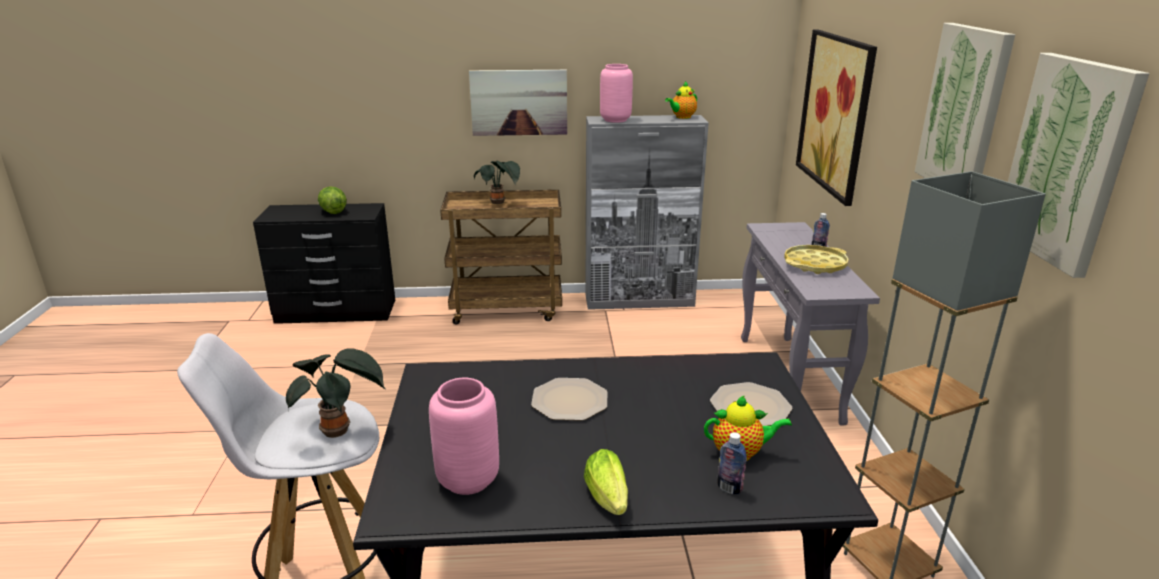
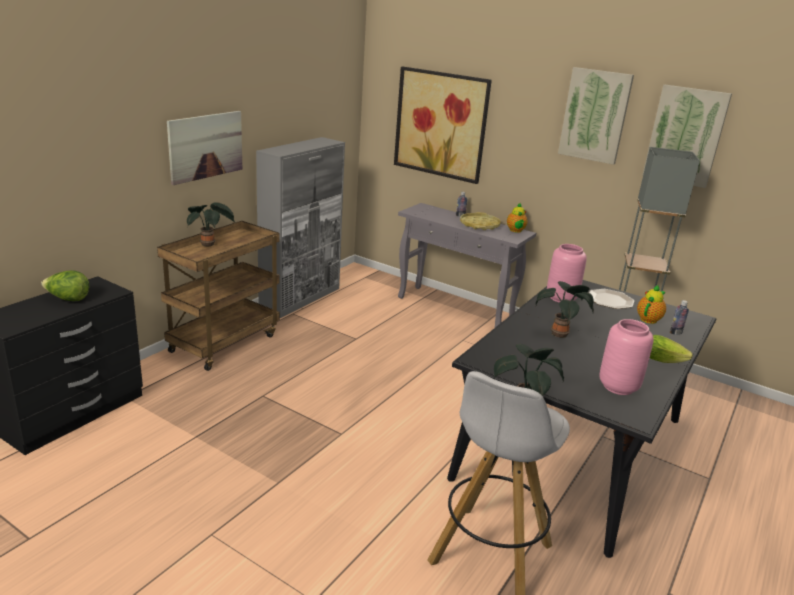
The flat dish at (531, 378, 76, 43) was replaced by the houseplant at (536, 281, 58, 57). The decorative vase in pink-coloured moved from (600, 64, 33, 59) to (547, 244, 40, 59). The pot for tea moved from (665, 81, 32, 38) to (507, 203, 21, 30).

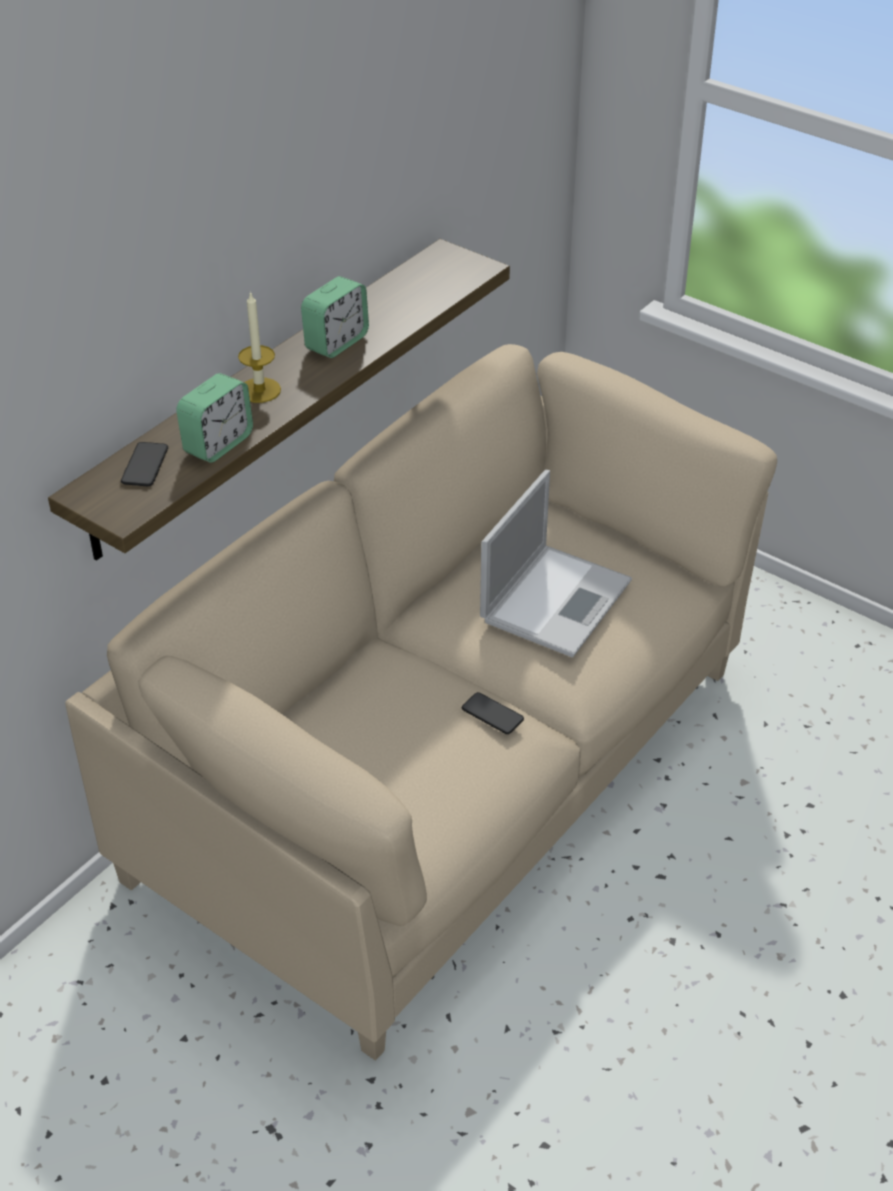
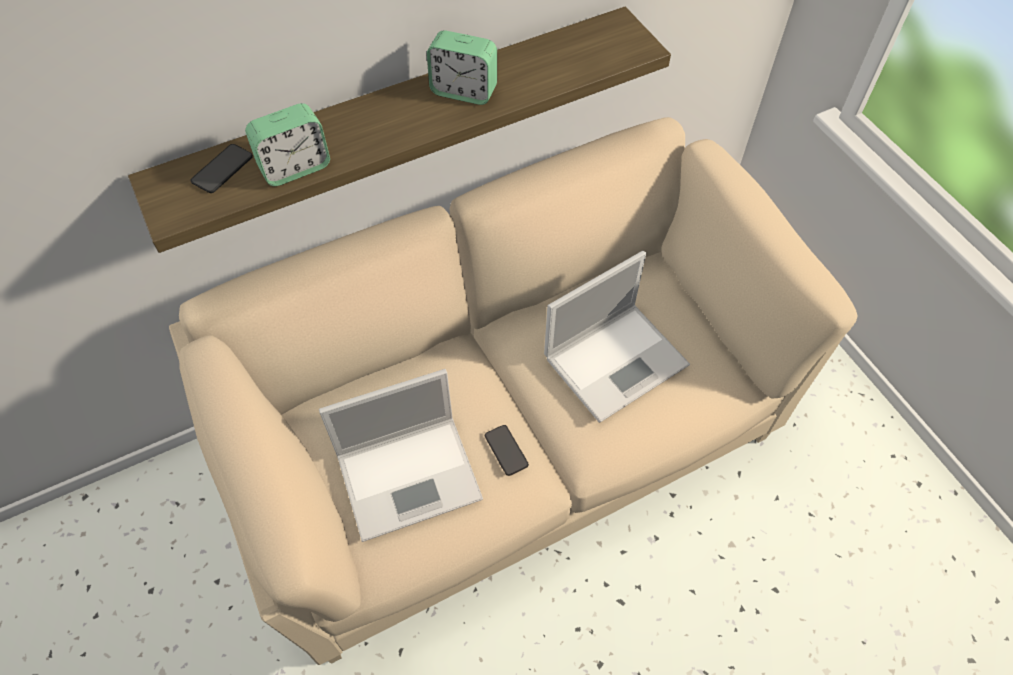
The candle at (238, 291, 43, 112) disappeared. The alarm clock at (301, 276, 68, 82) turned 45 degrees clockwise. The notebook computer at (319, 369, 164, 173) appeared.

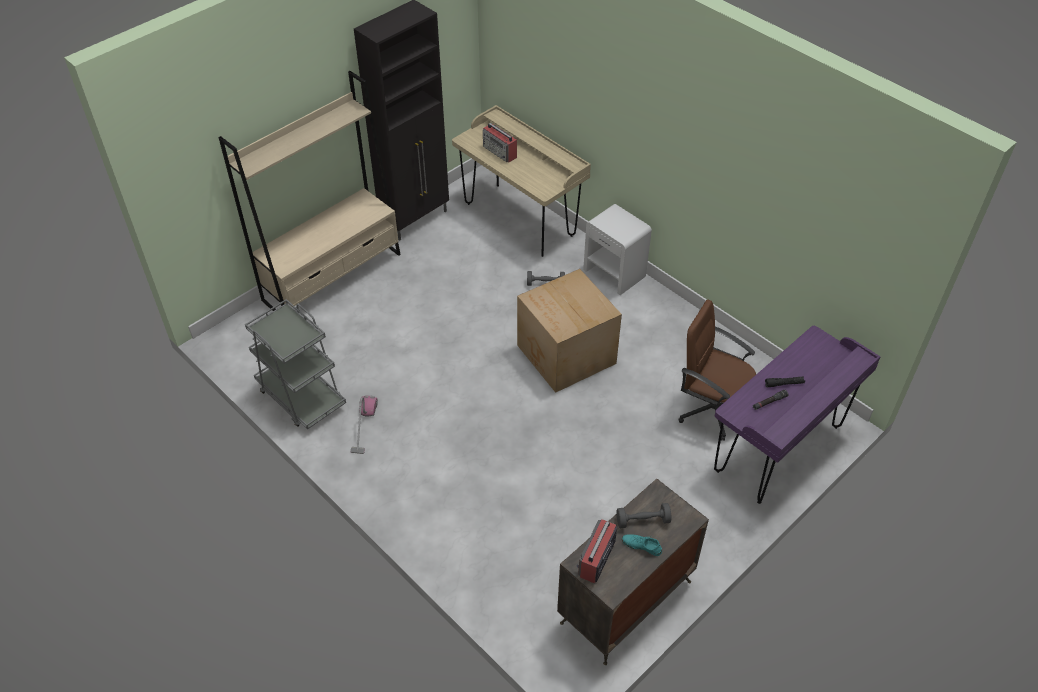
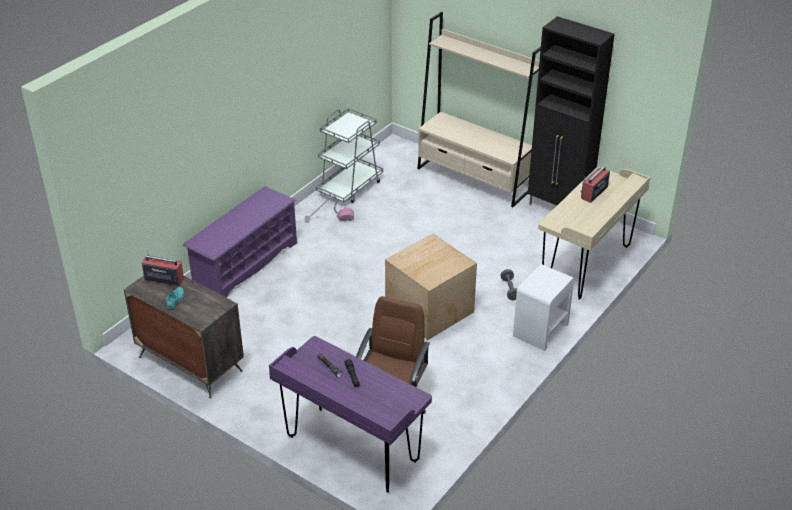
The hand weight in grey at (617, 503, 54, 25) disappeared. The shoe rack in purple-coloured at (183, 186, 114, 112) appeared.

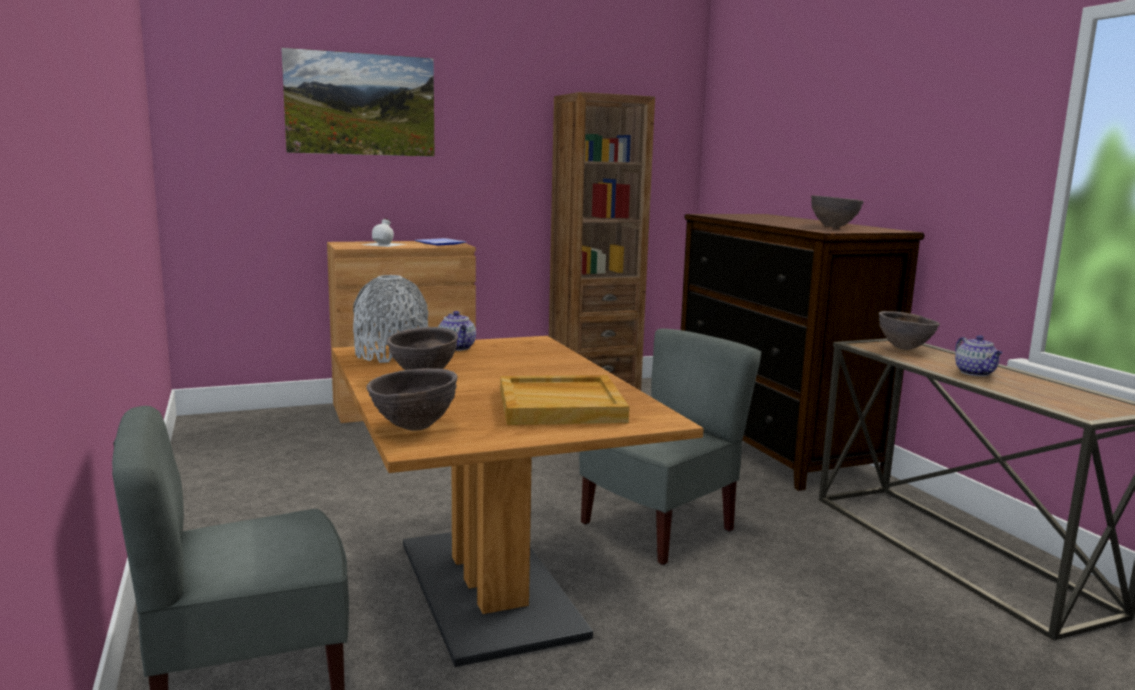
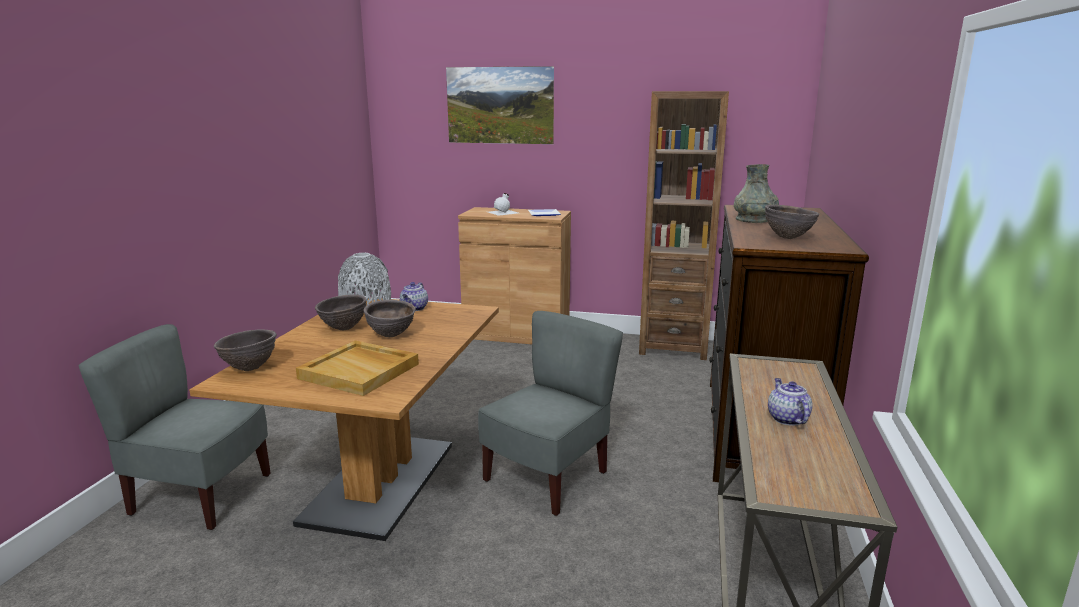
The plain chair in grey at (579, 329, 182, 236) turned 45 degrees counterclockwise. The deep dish in brownish moved from (879, 311, 61, 39) to (363, 300, 53, 37). The pot for tea at (955, 335, 48, 41) turned 150 degrees clockwise. The decorative vase in grey at (734, 164, 45, 59) appeared.

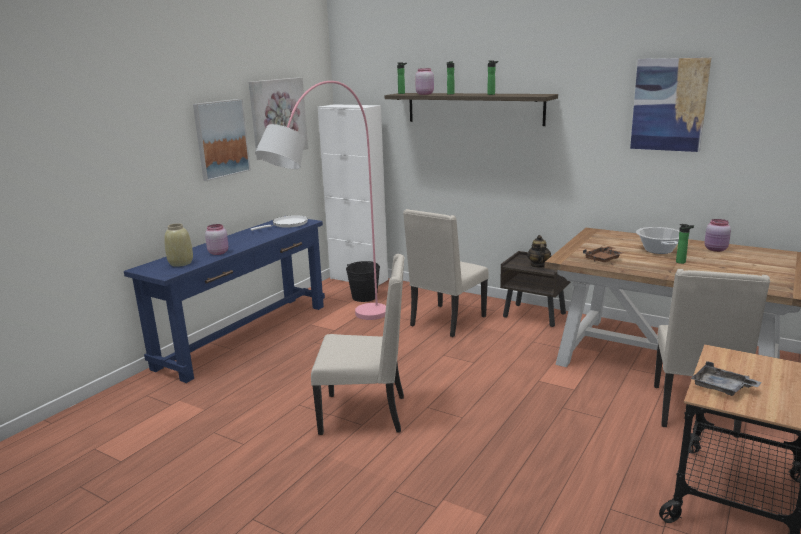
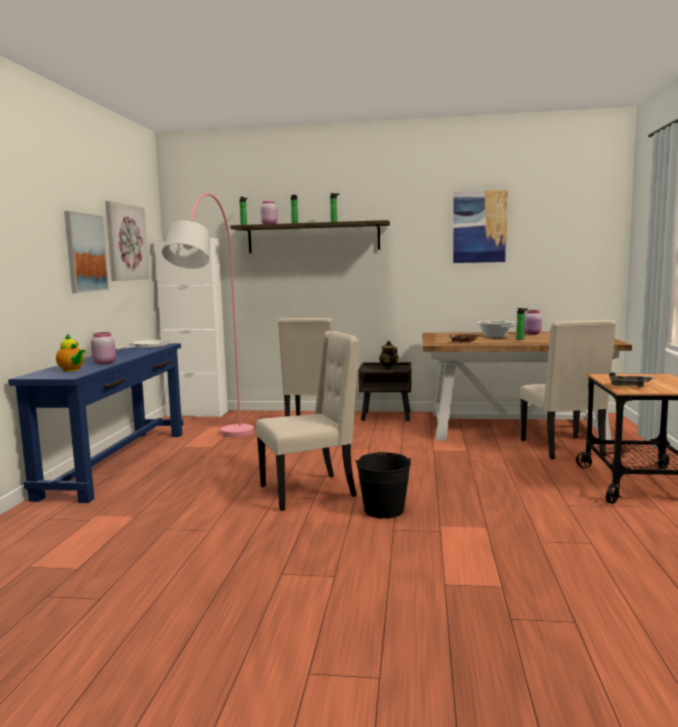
The decorative vase in beige at (164, 223, 29, 44) was replaced by the pot for tea at (56, 334, 30, 38). The water bucket in black moved from (346, 261, 34, 41) to (355, 452, 56, 66).

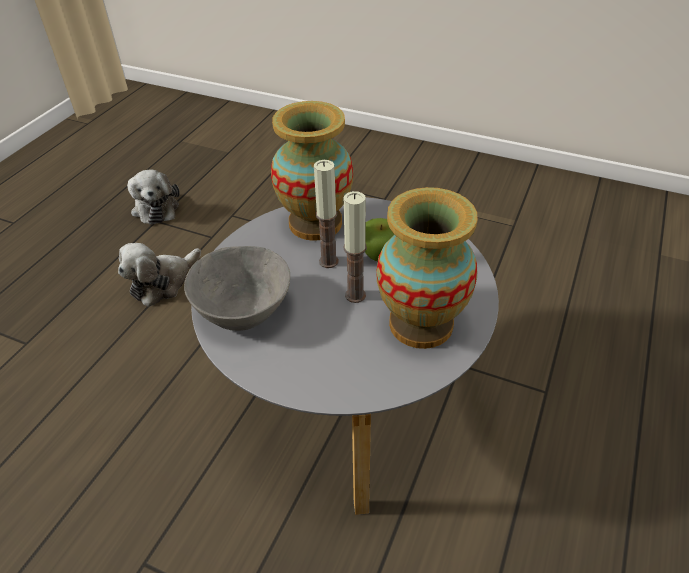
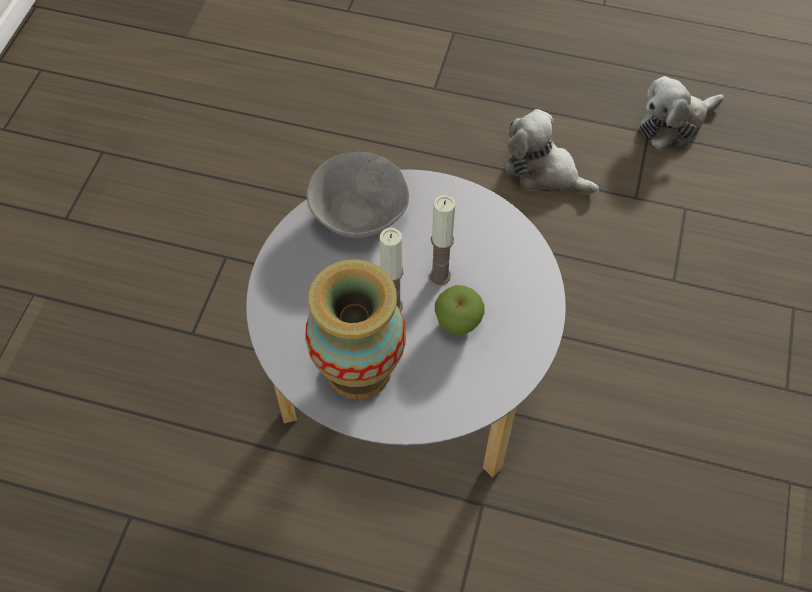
The decorative vase at (271, 101, 82, 140) disappeared.

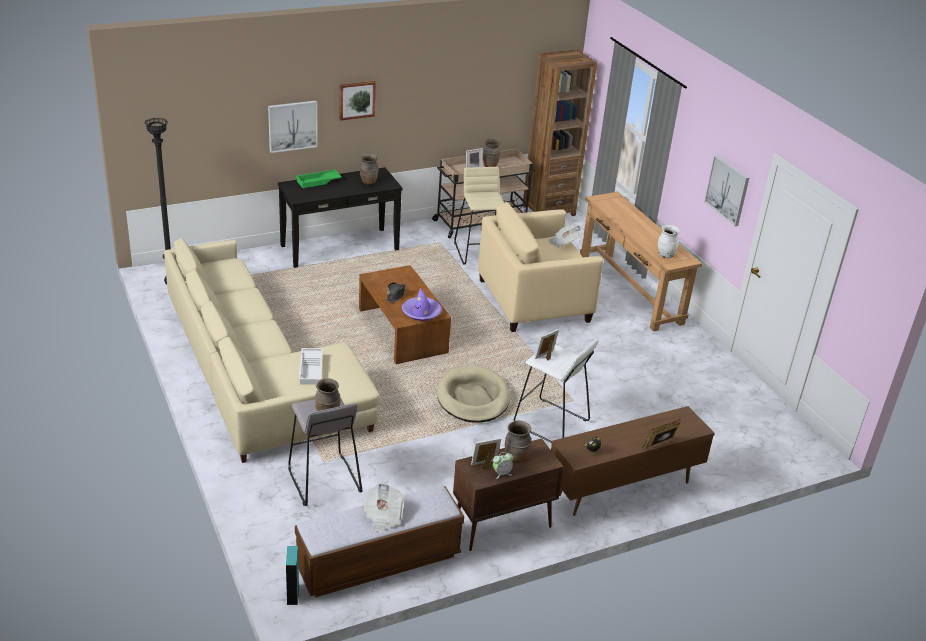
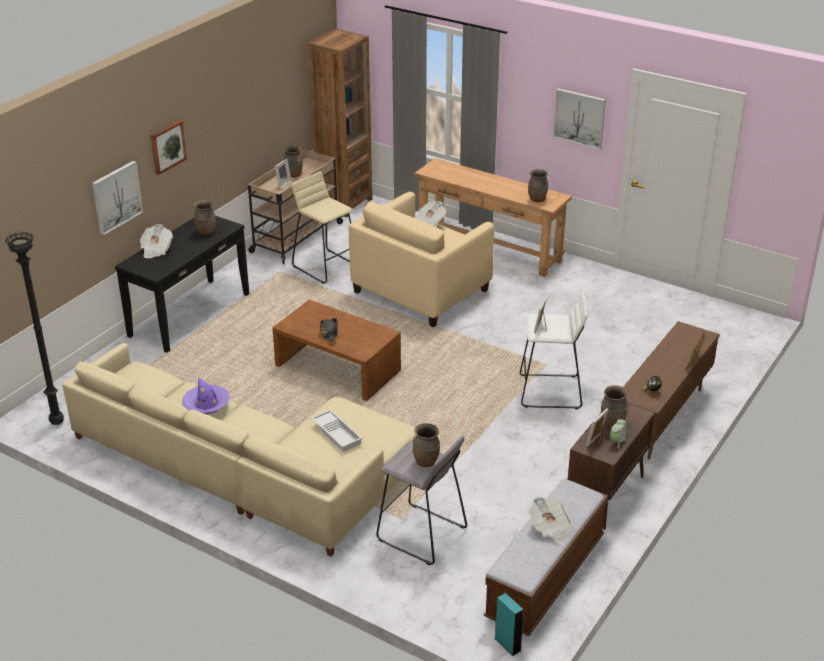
The serving tray in green-coloured at (296, 169, 46, 19) was replaced by the printed paper at (140, 224, 33, 34). The wearable hat in purple-coloured moved from (402, 288, 40, 33) to (182, 377, 48, 37). The dog bed in beige at (437, 366, 73, 57) disappeared. The decorative vase in whitish at (658, 225, 21, 33) became the decorative vase in brownish at (528, 169, 20, 33).

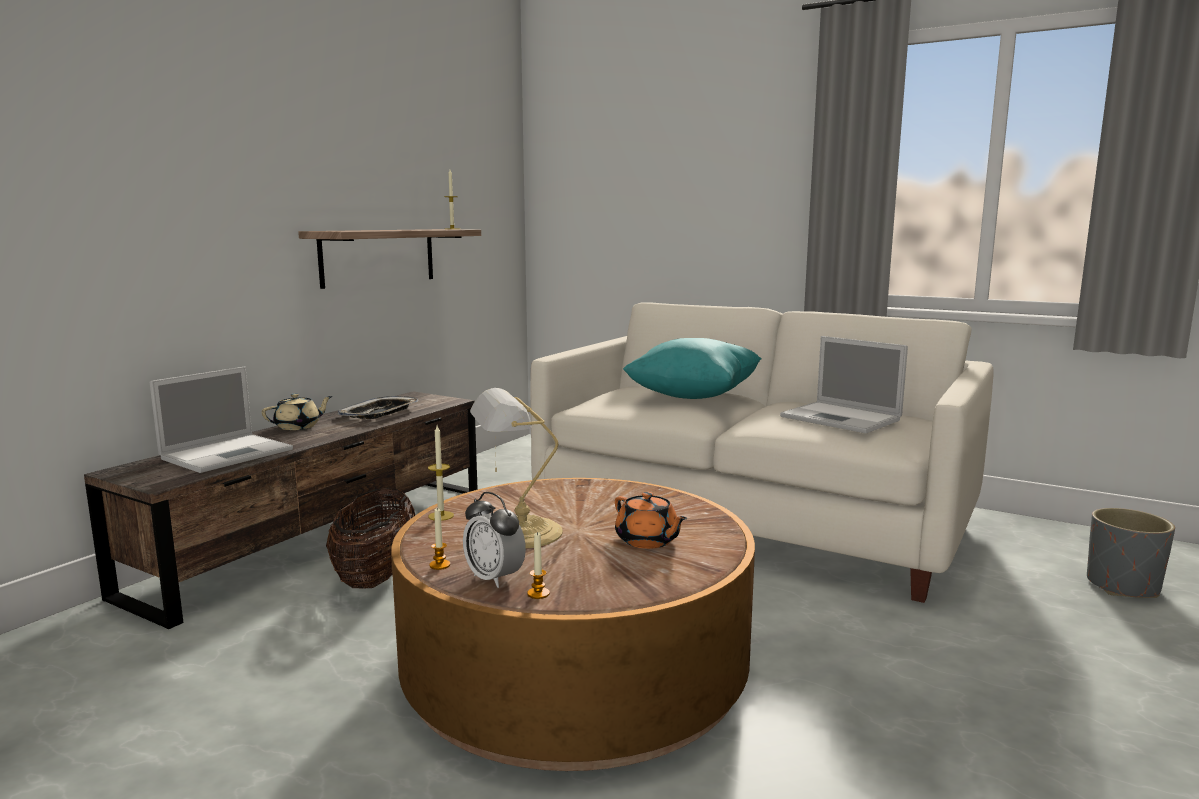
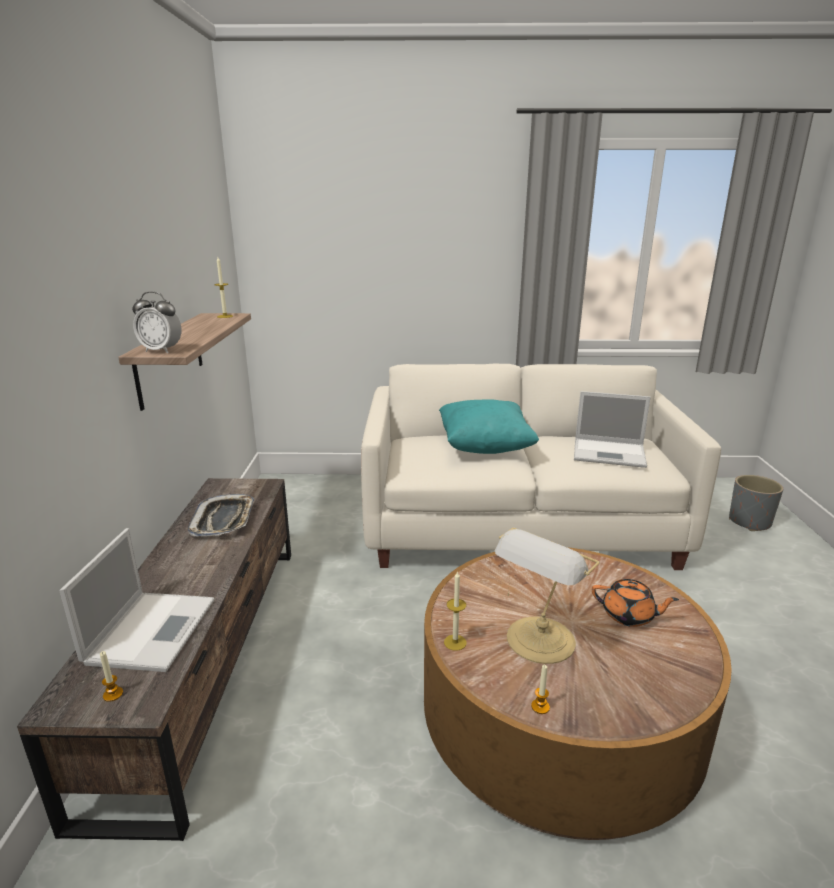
The pot for tea in beige at (262, 393, 70, 37) disappeared. The household basket at (326, 488, 89, 100) disappeared. The alarm clock moved from (463, 492, 63, 96) to (132, 292, 50, 61). The candle moved from (527, 531, 23, 68) to (100, 651, 23, 51).

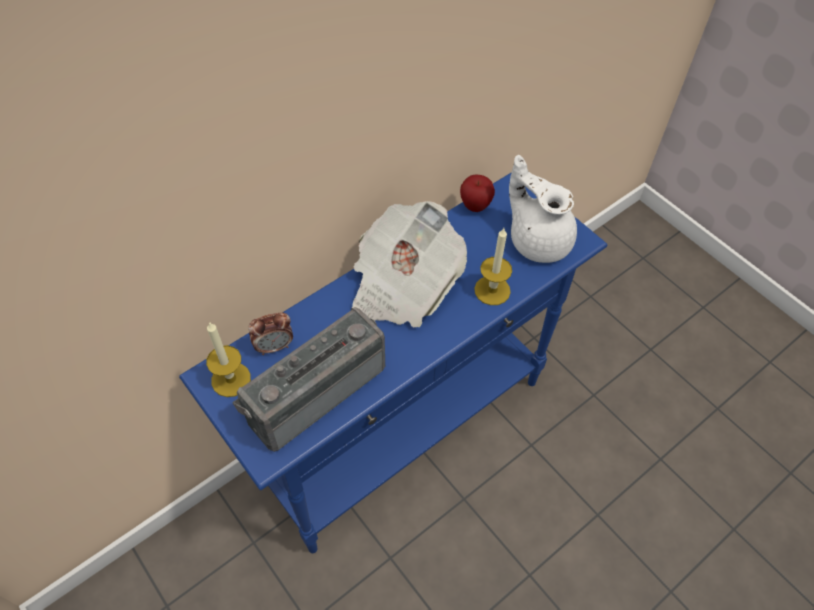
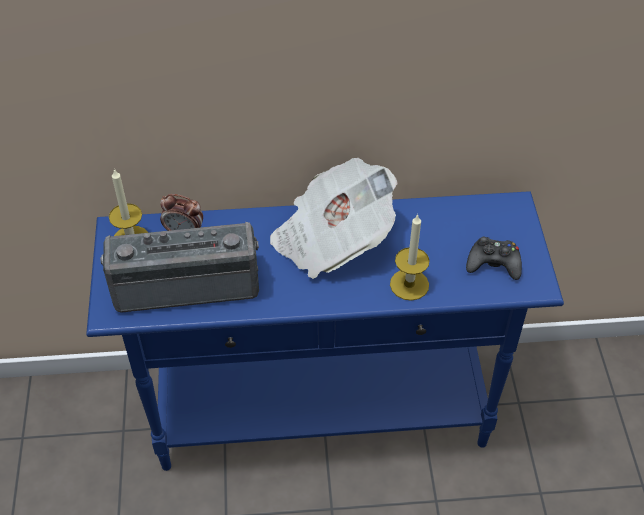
The apple at (460, 174, 35, 38) disappeared. The pot for tea in whitish at (509, 155, 68, 108) was replaced by the joypad in black at (466, 237, 56, 43).

